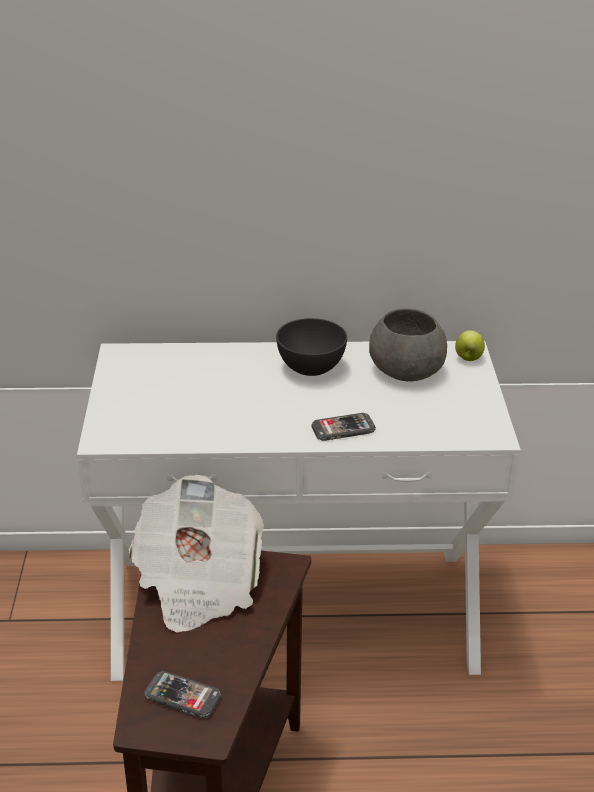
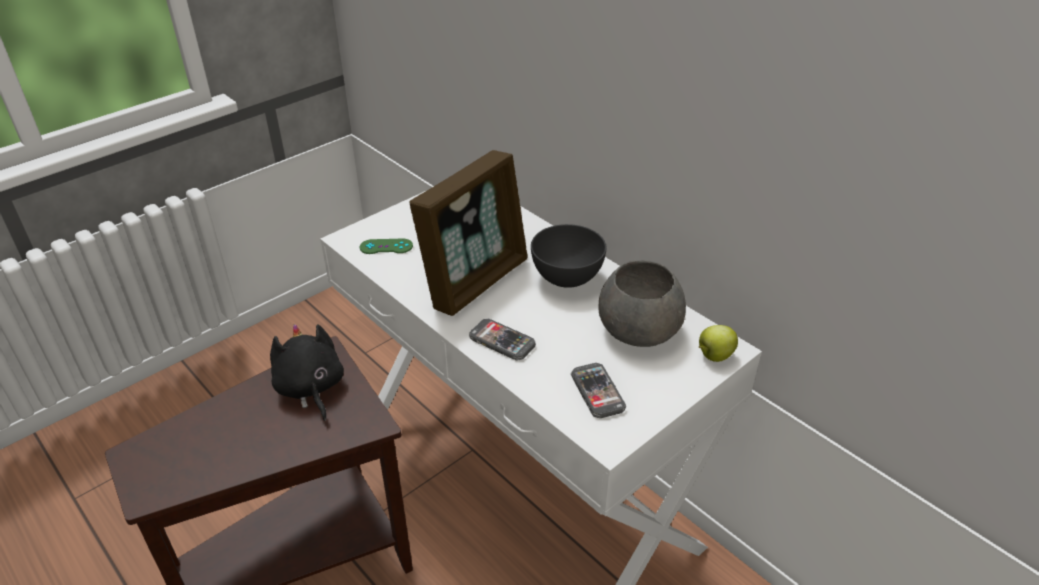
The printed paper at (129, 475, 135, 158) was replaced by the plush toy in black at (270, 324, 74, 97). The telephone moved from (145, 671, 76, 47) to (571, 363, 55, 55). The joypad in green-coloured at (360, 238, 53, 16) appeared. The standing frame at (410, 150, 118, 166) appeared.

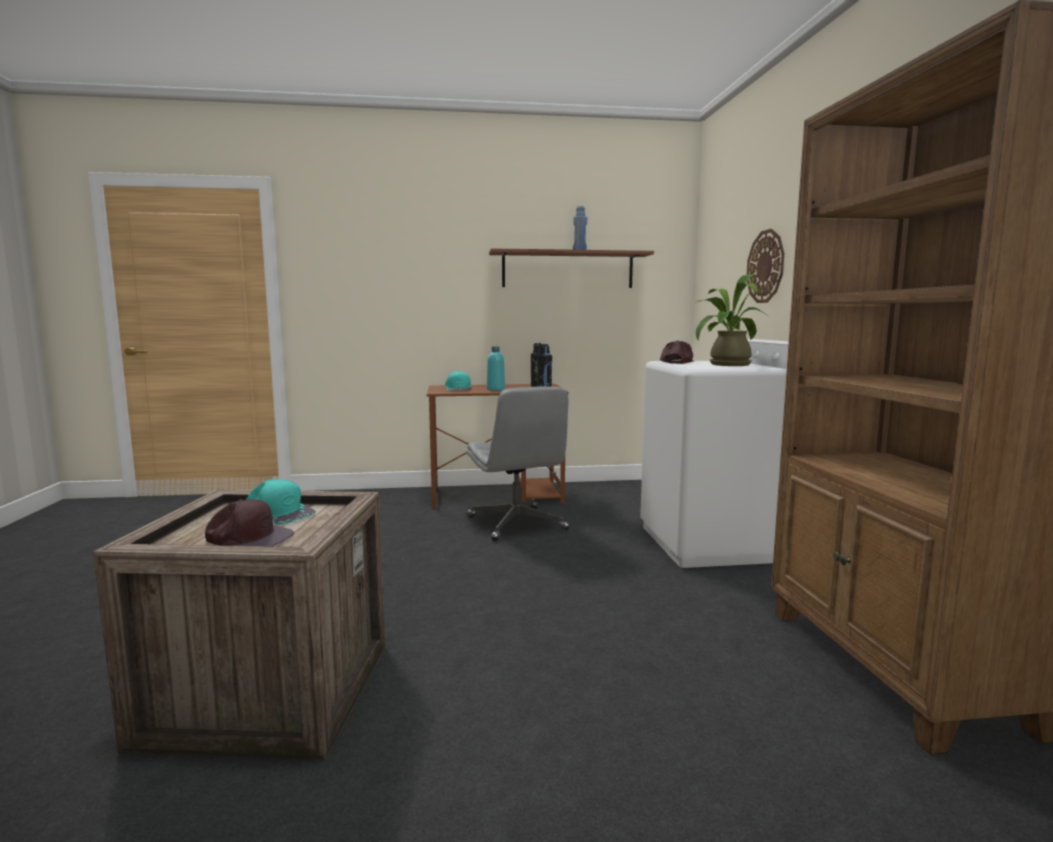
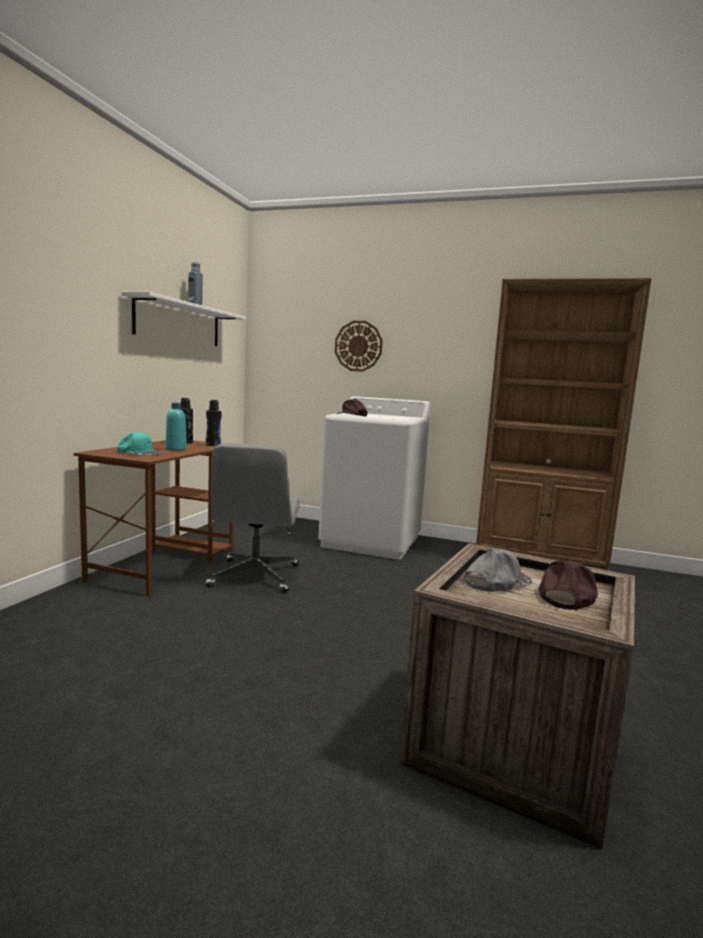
The cap in turquoise at (246, 479, 70, 46) became the cap in grey at (464, 548, 68, 44). The computer chair in grey at (466, 386, 104, 155) turned 90 degrees clockwise. The wall shelf in brownish at (489, 248, 165, 40) became the wall shelf in whitish at (121, 292, 125, 54). The houseplant at (696, 274, 72, 92) disappeared.

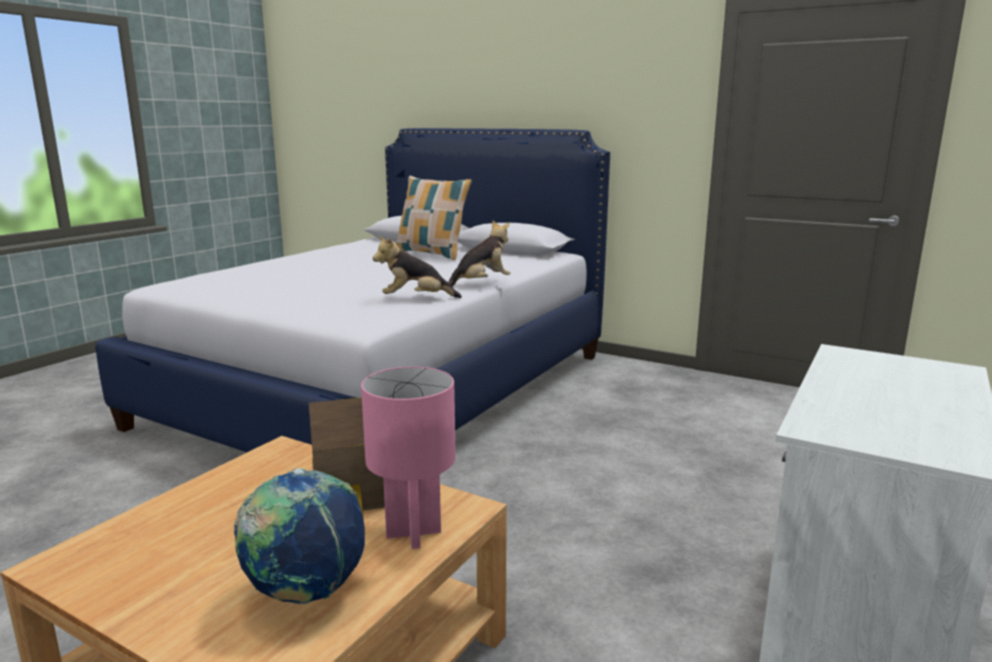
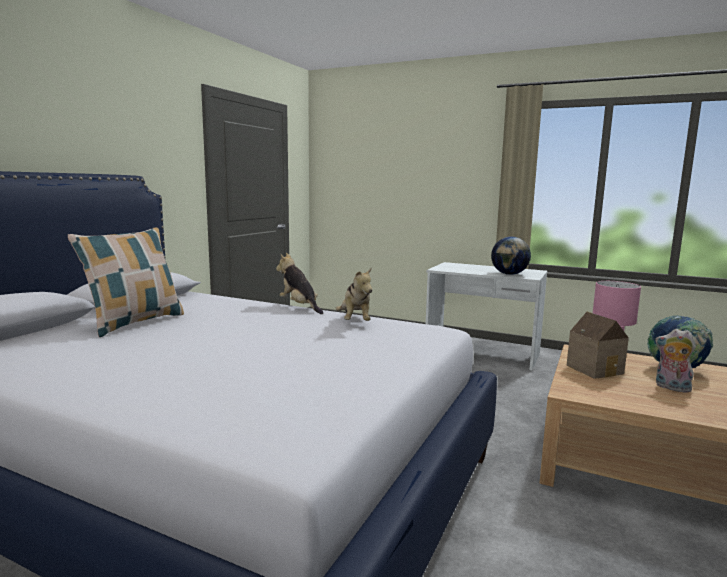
The desk globe at (491, 237, 40, 38) appeared. The plush toy at (655, 329, 41, 64) appeared.

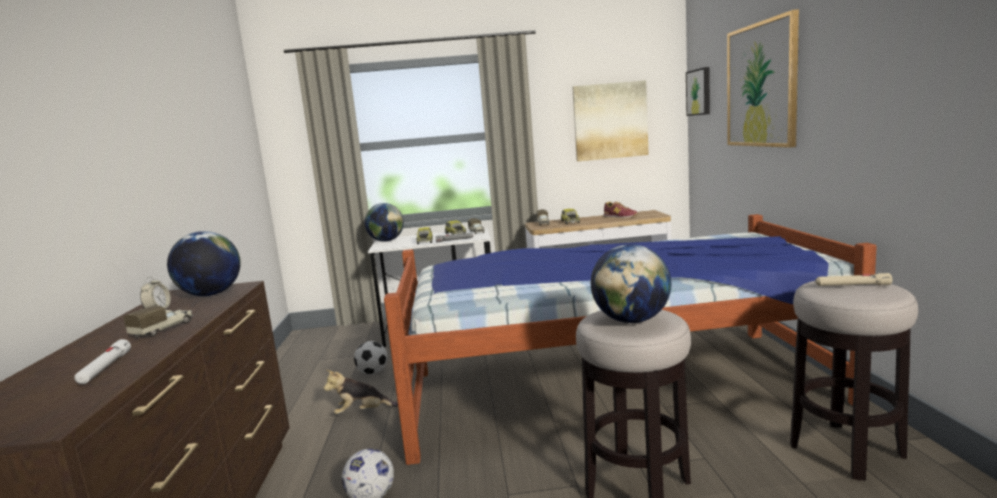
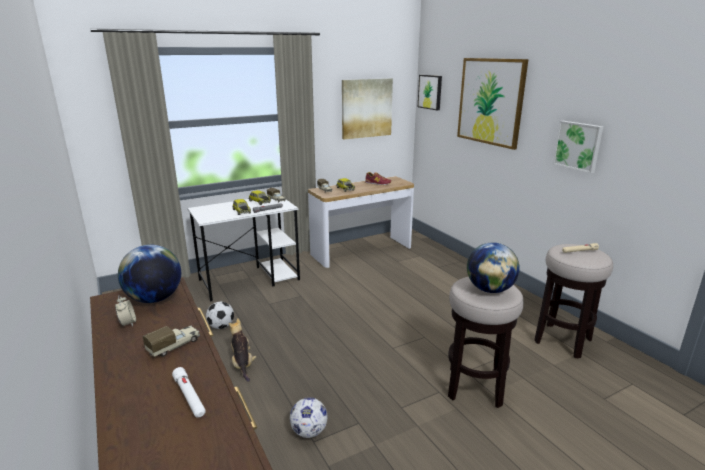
The toy truck at (124, 306, 69, 32) turned 45 degrees clockwise. The plush toy at (323, 370, 75, 44) turned 105 degrees clockwise. The desk globe at (364, 203, 40, 39) disappeared. The sleeping bed at (384, 214, 493, 251) disappeared. The picture at (553, 121, 50, 52) appeared.

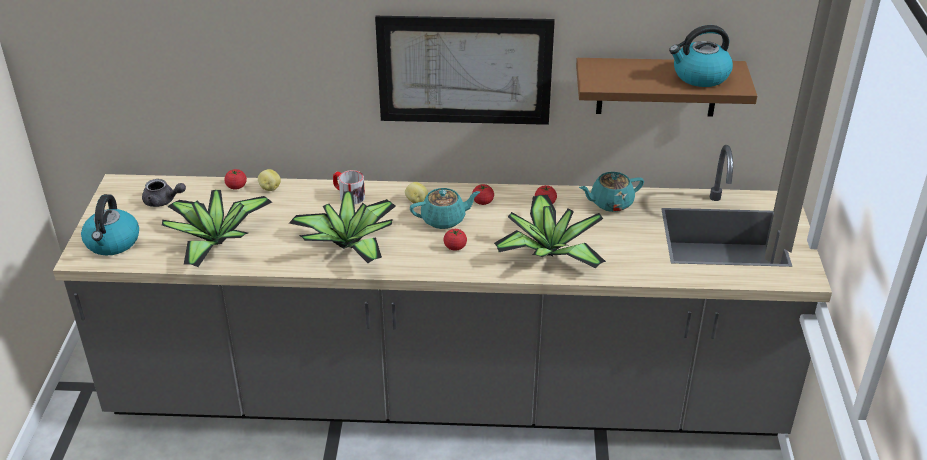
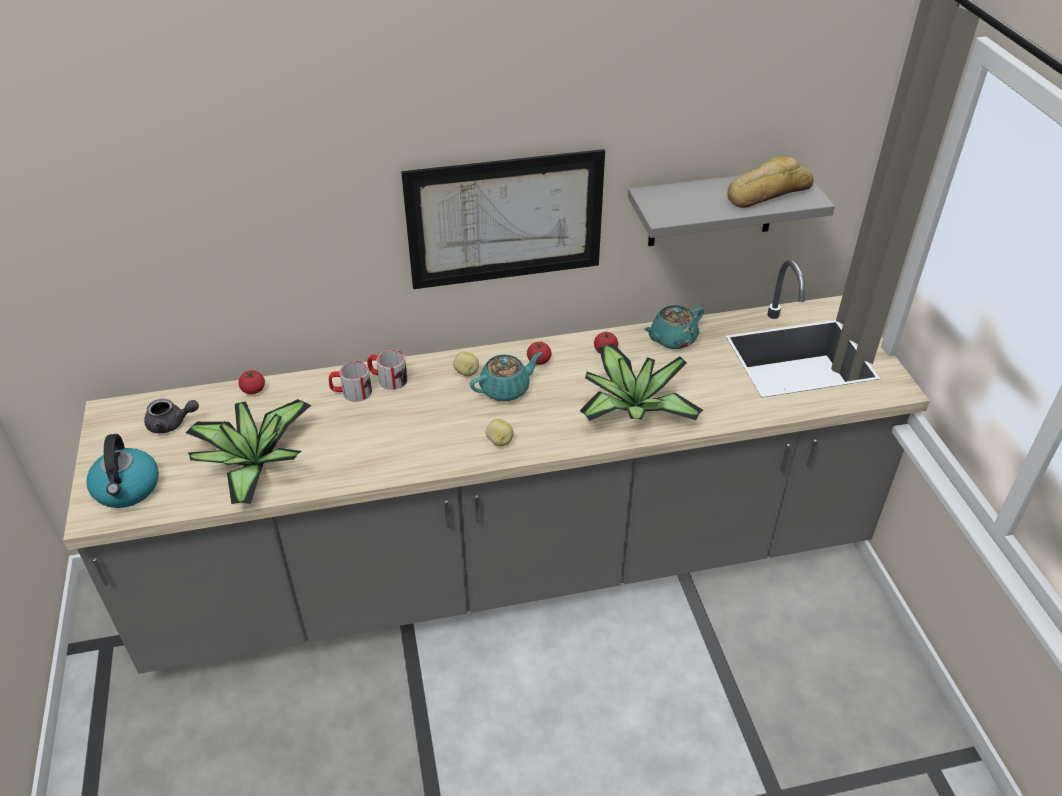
The whole potato moved from (258, 169, 23, 22) to (486, 419, 28, 27). The houseplant at (289, 191, 107, 72) disappeared. The whole tomato at (444, 229, 23, 22) disappeared. The wall shelf in brownish at (576, 58, 181, 58) became the wall shelf in grey at (628, 175, 207, 71). The tea kettle at (669, 25, 64, 62) was replaced by the bread at (727, 157, 87, 51). The tea mug at (329, 361, 43, 41) appeared.

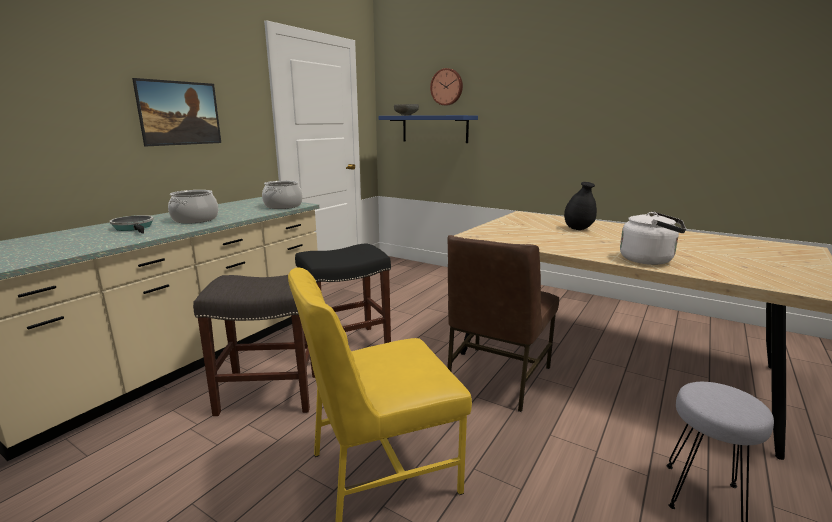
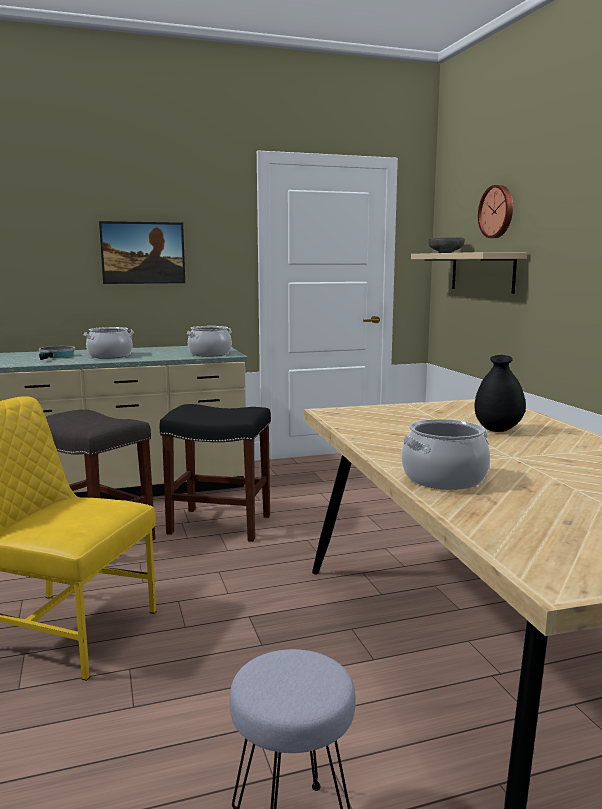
The wall shelf in blue at (379, 115, 99, 28) became the wall shelf in beige at (411, 252, 116, 42). The plain chair in brownish at (447, 235, 112, 177) disappeared. The tea kettle in whitish at (620, 211, 66, 54) was replaced by the saucepot at (401, 419, 89, 71).

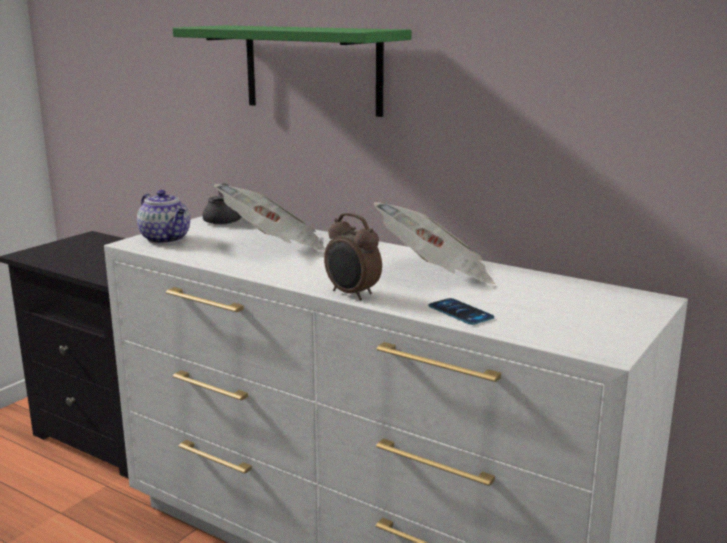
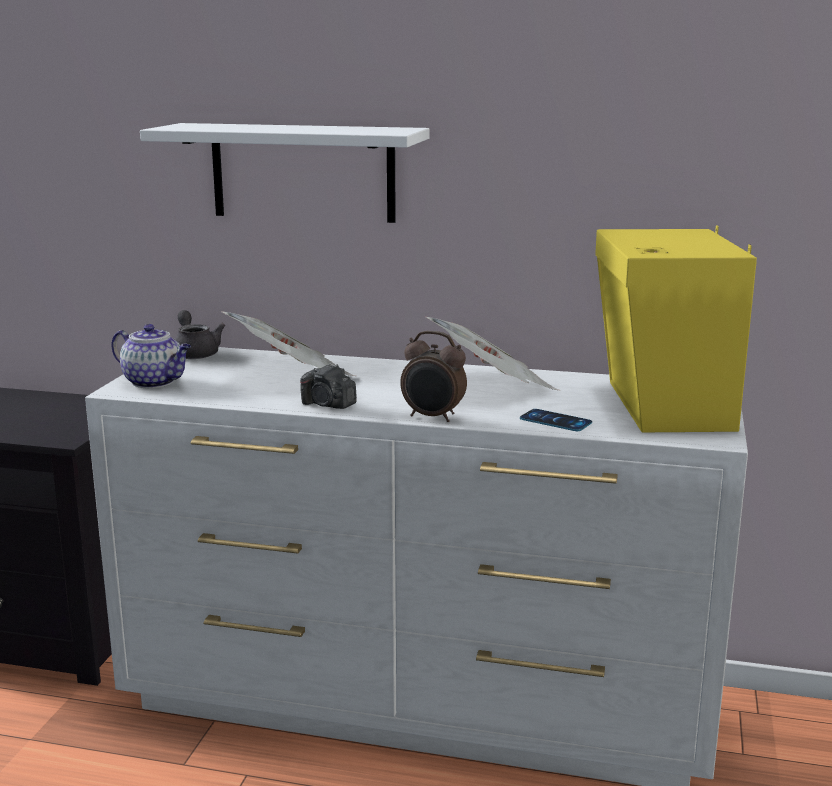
The wall shelf in green-coloured at (173, 26, 239, 91) became the wall shelf in whitish at (140, 123, 290, 100). The photo camera at (300, 363, 57, 46) appeared. The audio speaker in yellow-coloured at (595, 225, 162, 207) appeared.

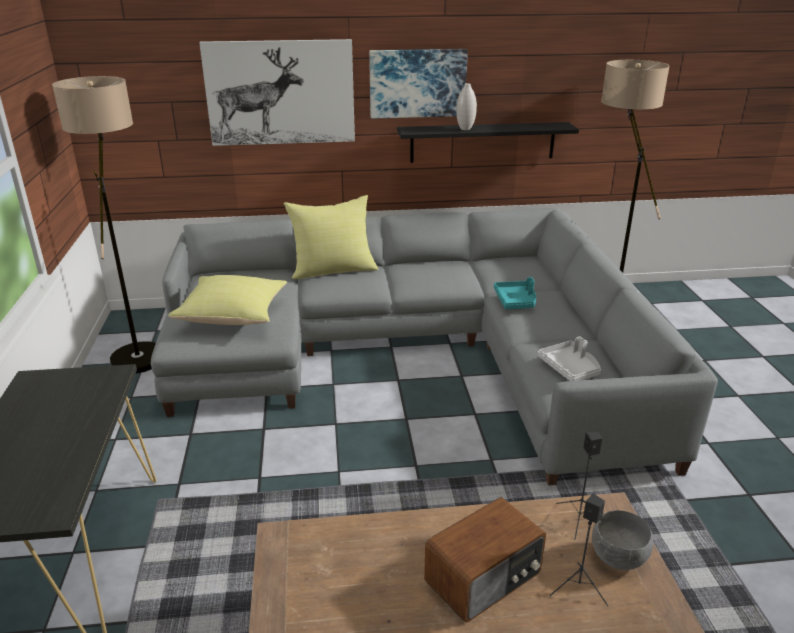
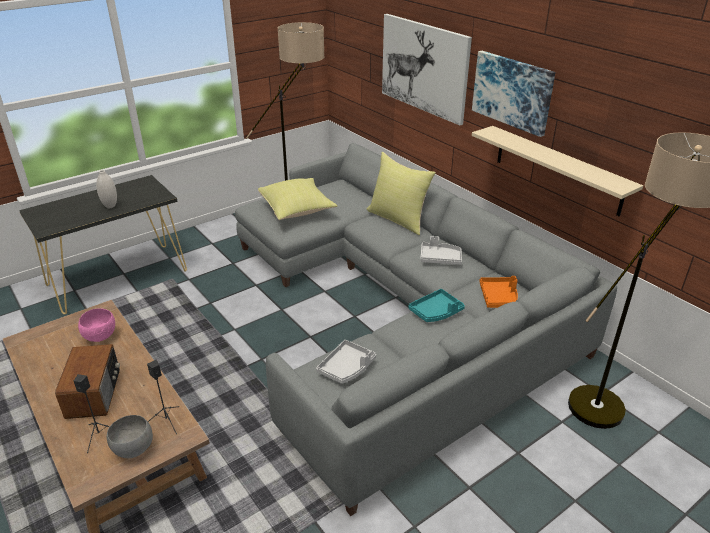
The wall shelf in black at (397, 122, 182, 41) became the wall shelf in beige at (472, 126, 171, 90). The radio set at (424, 497, 122, 126) turned 120 degrees counterclockwise. The decorative vase in whitish moved from (456, 83, 21, 47) to (96, 170, 21, 38). The deep dish in pink-coloured at (78, 308, 37, 34) appeared. The serving tray in grey at (420, 236, 42, 29) appeared. The serving tray in orangey at (479, 276, 39, 32) appeared.

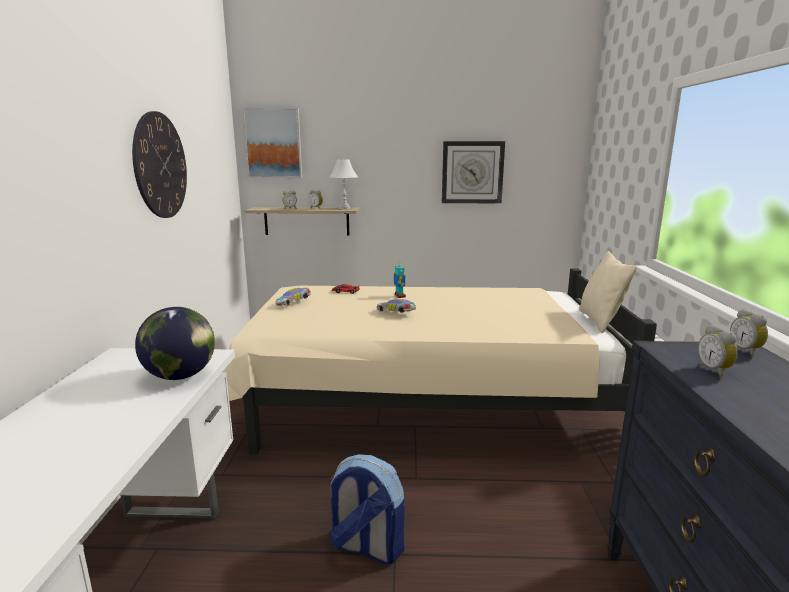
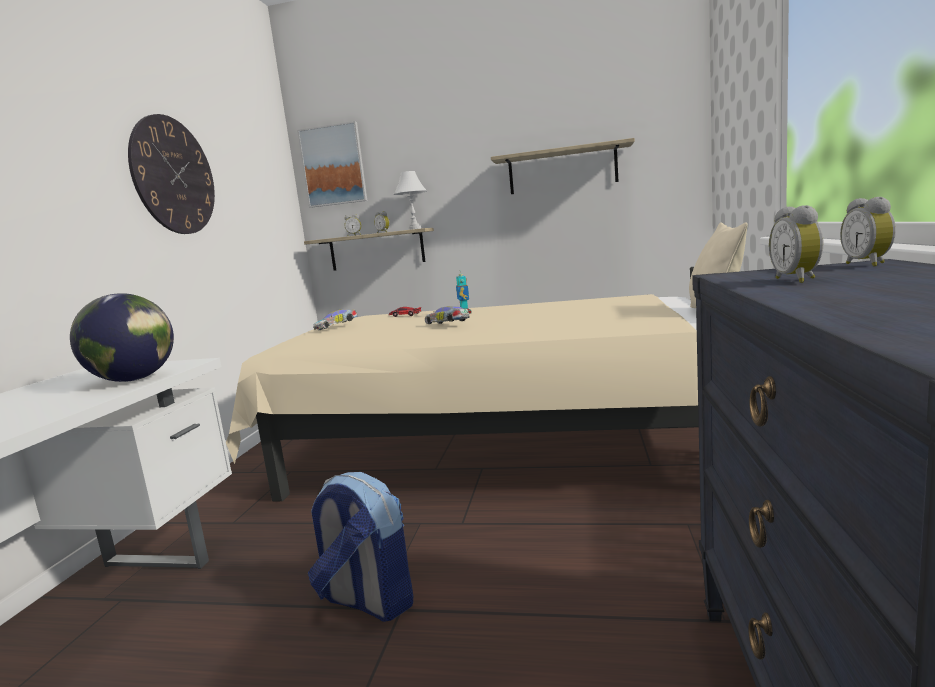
The clock on the wall at (442, 141, 63, 62) was replaced by the wall shelf at (491, 138, 144, 56).

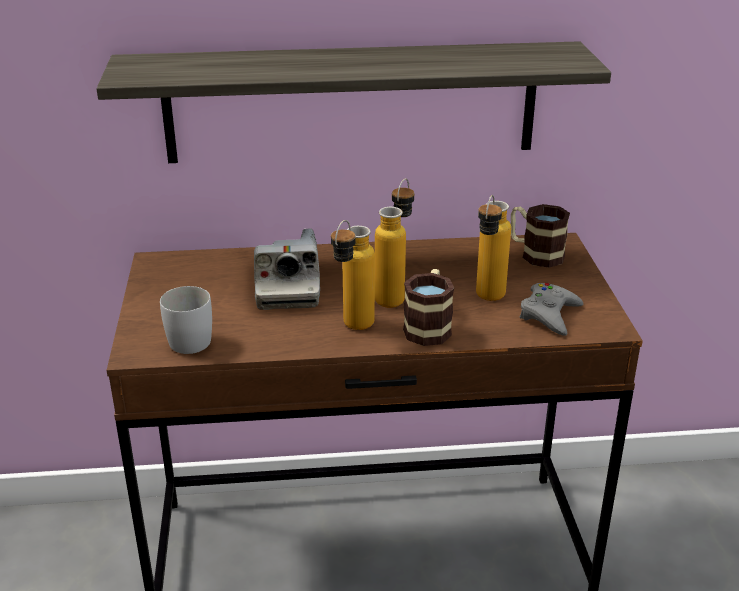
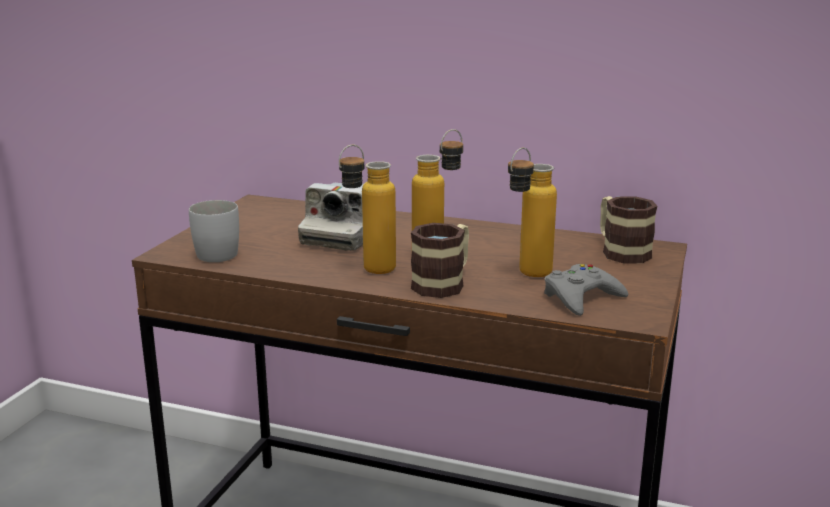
The wall shelf at (96, 41, 515, 122) disappeared.

